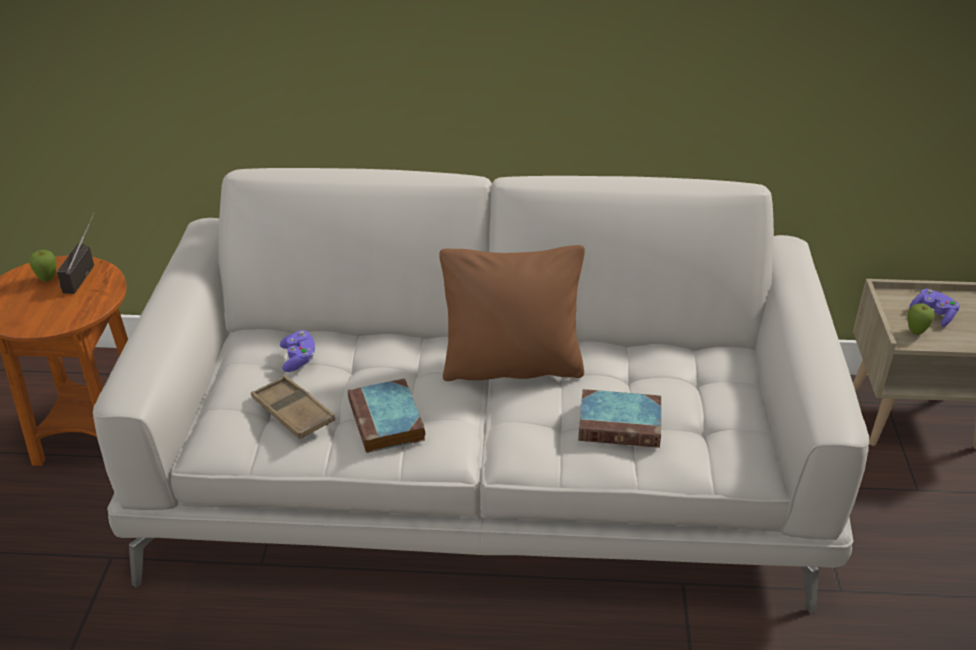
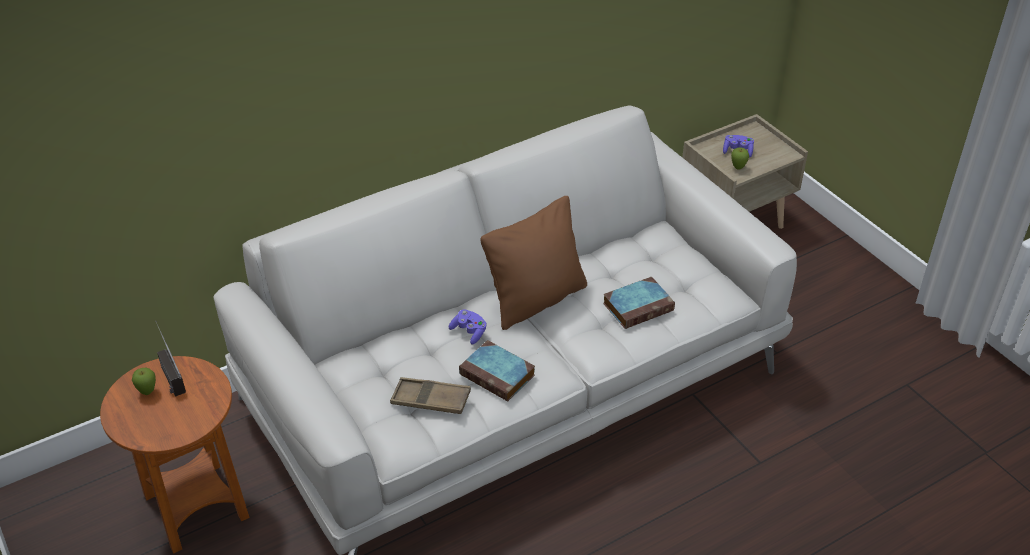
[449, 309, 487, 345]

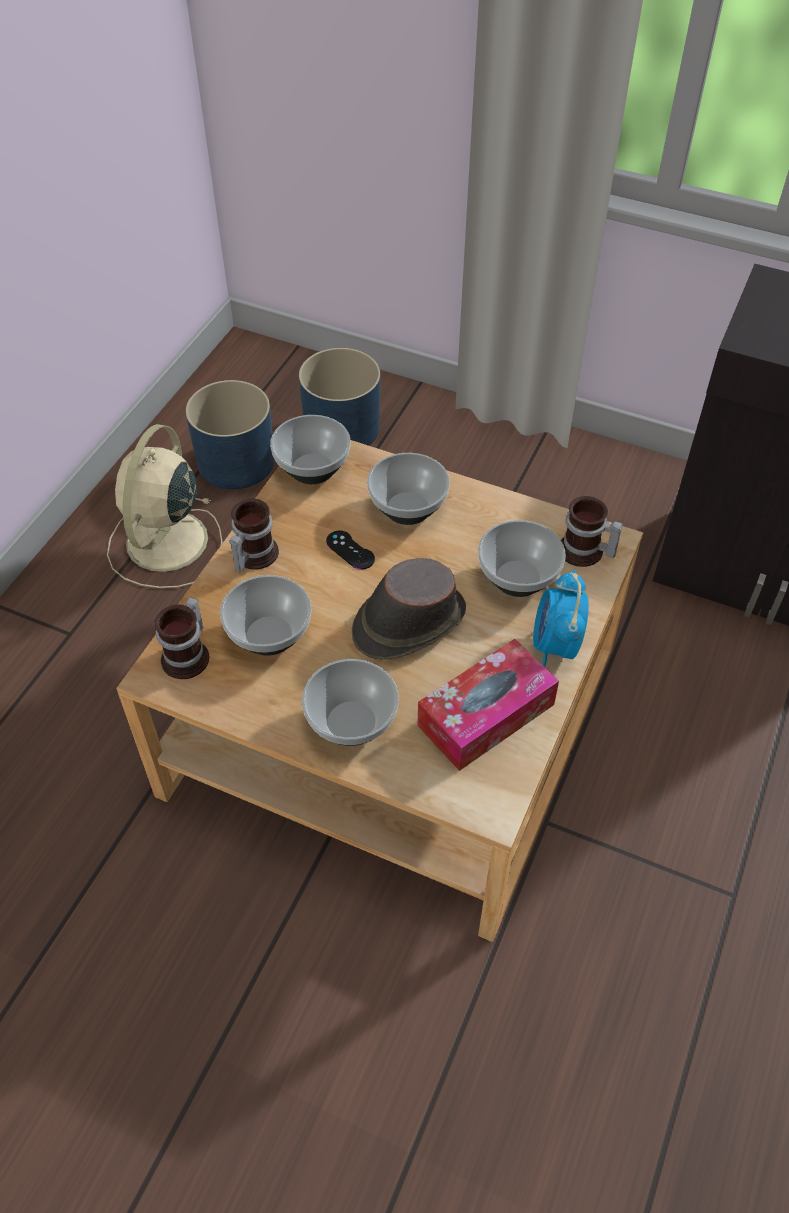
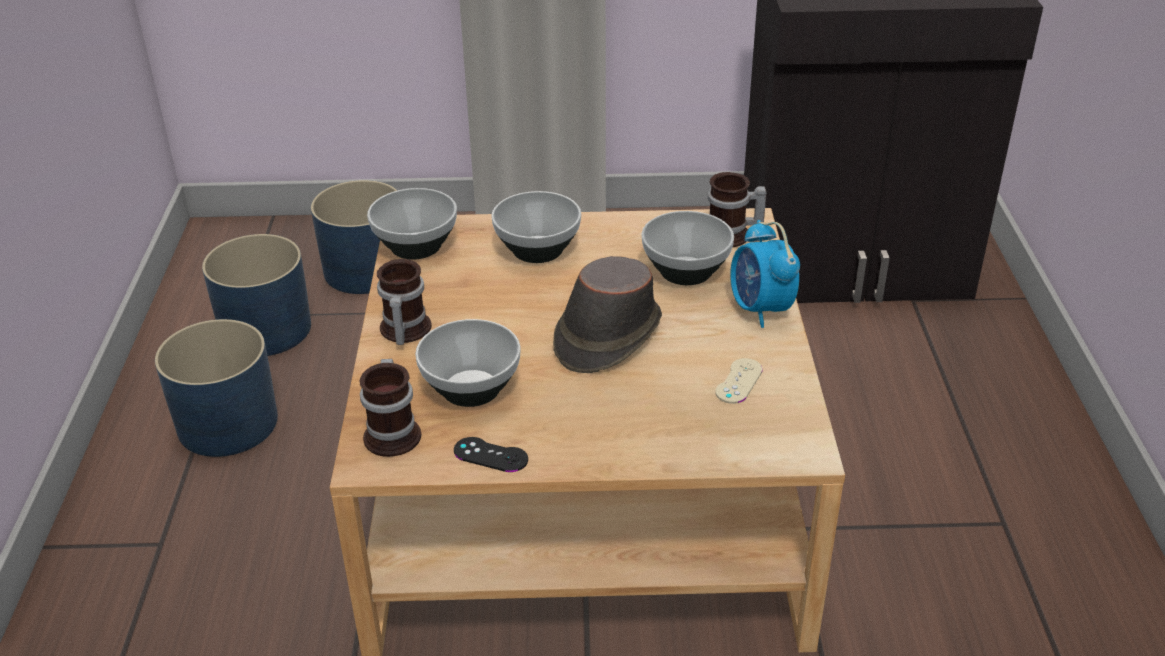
[155, 319, 278, 457]
[454, 437, 528, 472]
[715, 358, 763, 404]
[302, 659, 399, 746] (first image)

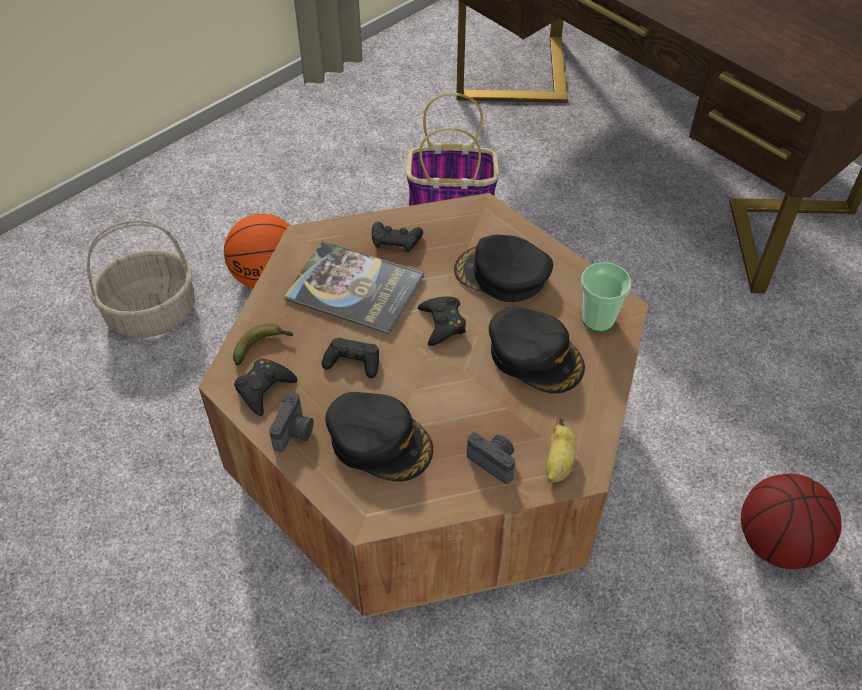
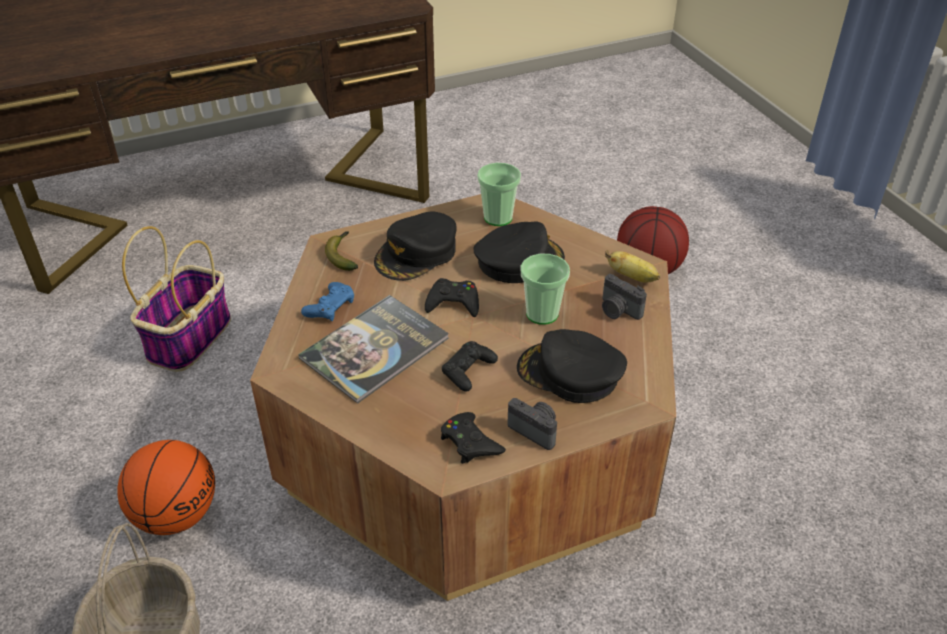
[301, 282, 354, 321]
[325, 231, 358, 271]
[517, 329, 627, 403]
[521, 254, 570, 325]
[602, 274, 647, 320]

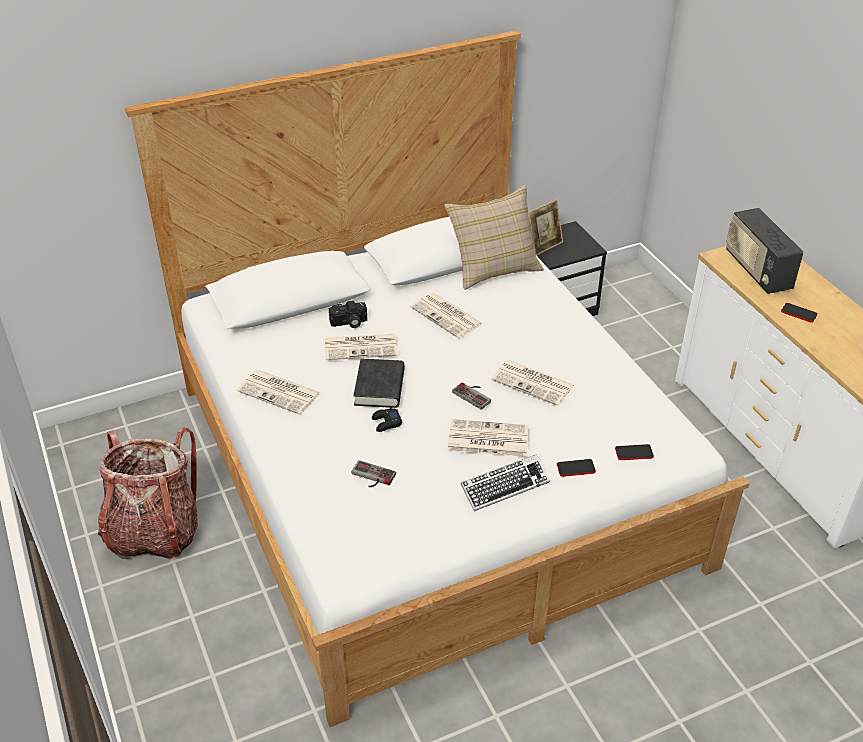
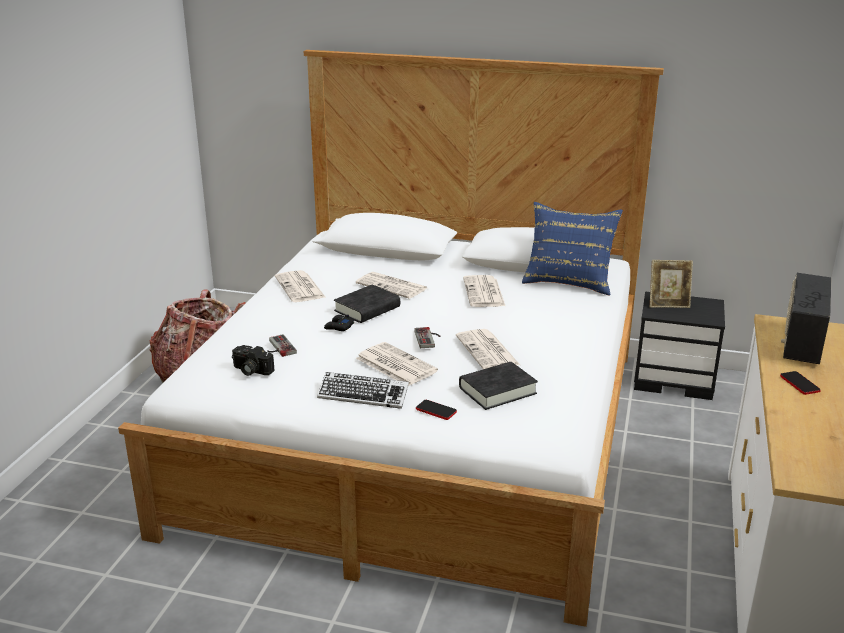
[232, 345, 275, 376]
[459, 362, 538, 410]
[522, 202, 623, 295]
[615, 444, 654, 460] (first image)

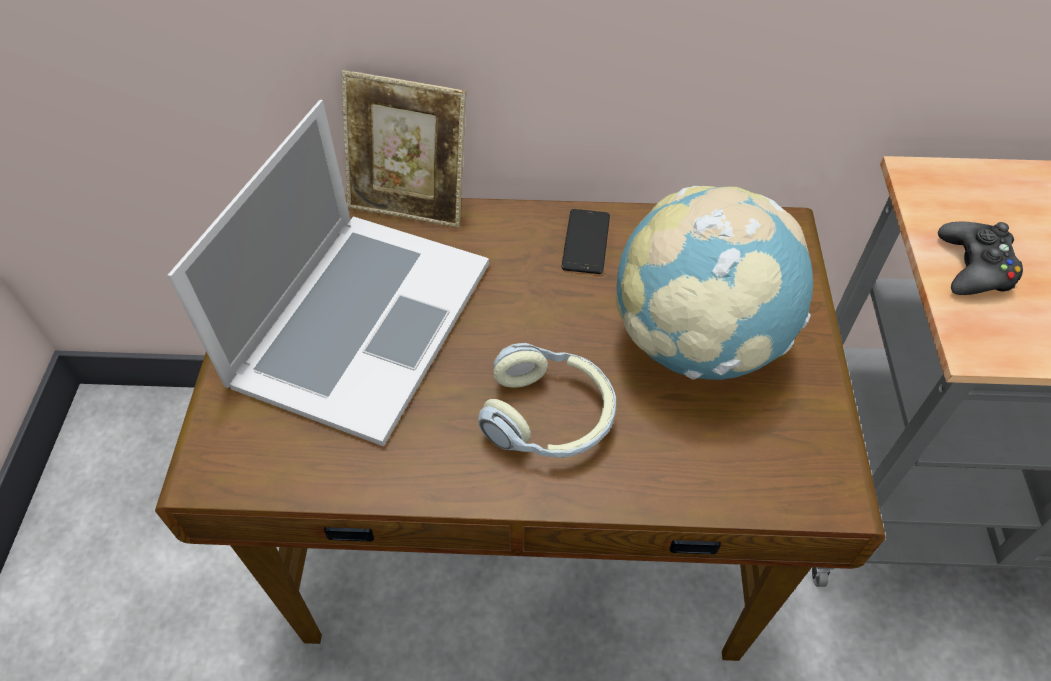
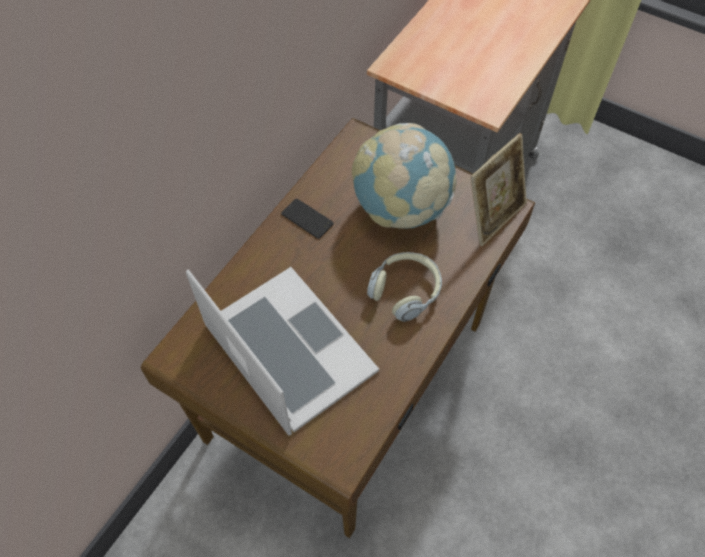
[470, 133, 527, 246]
[938, 222, 1023, 295] (first image)

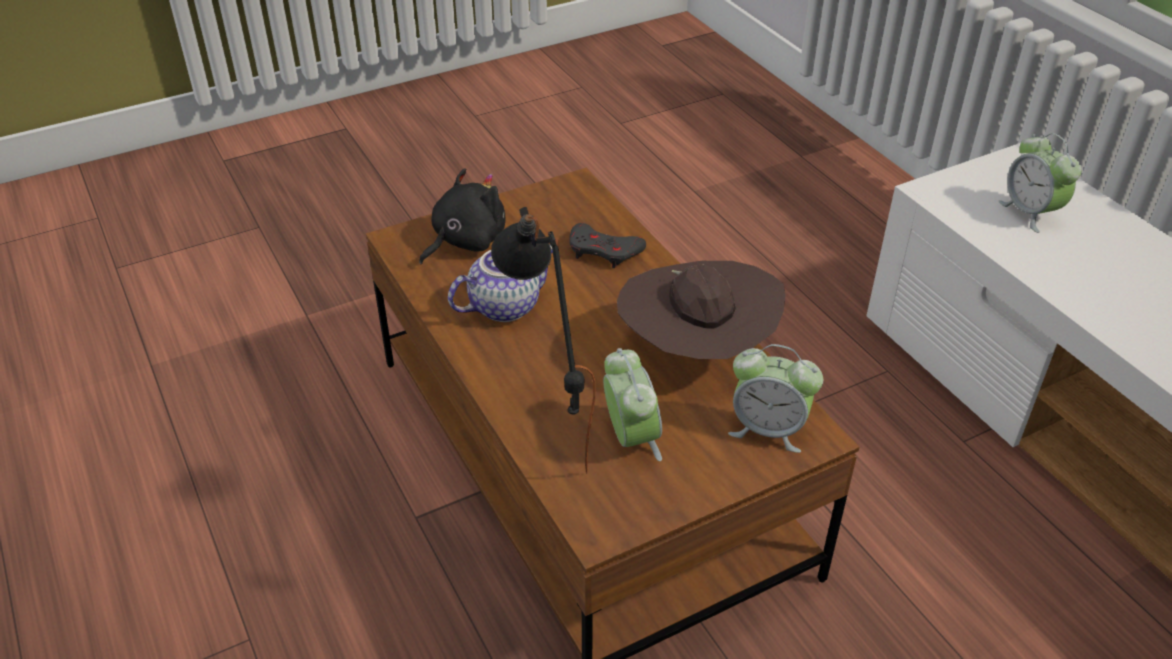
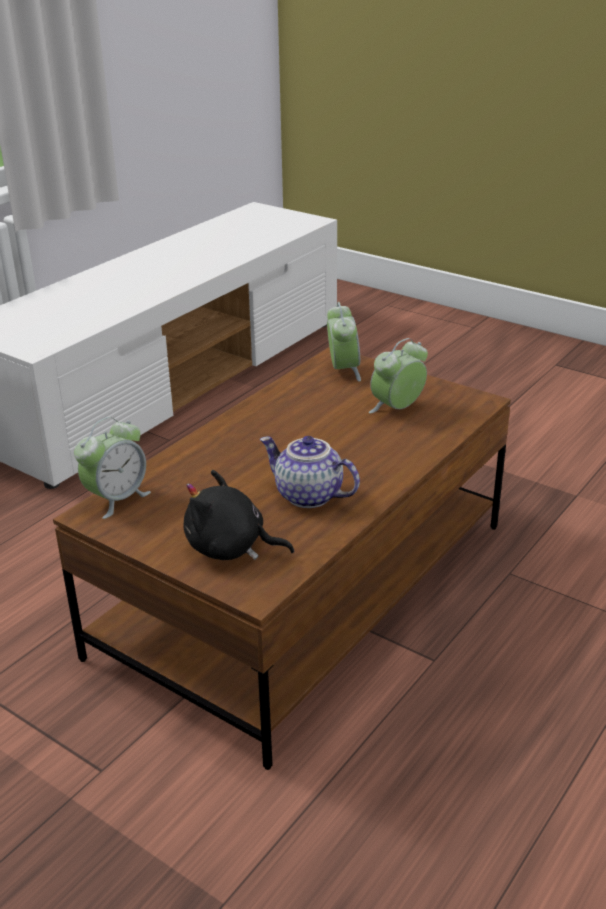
[74, 417, 151, 519]
[491, 207, 596, 473] (first image)
[569, 223, 646, 268] (first image)
[617, 261, 785, 359] (first image)

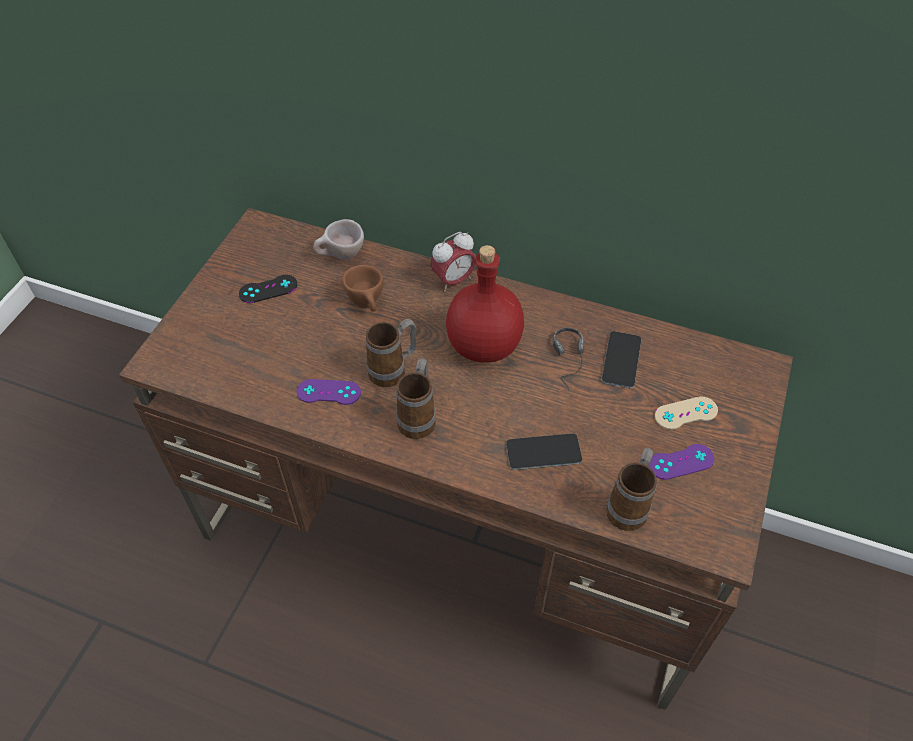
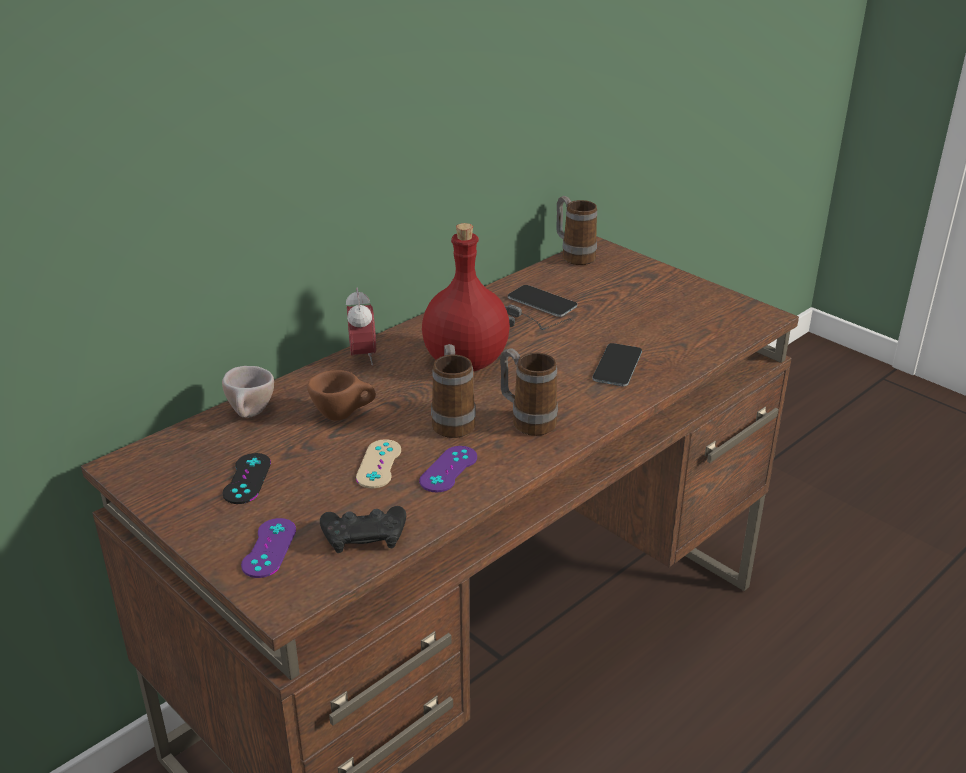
[241, 518, 296, 578]
[320, 506, 406, 553]
[356, 439, 401, 488]
[556, 196, 597, 265]

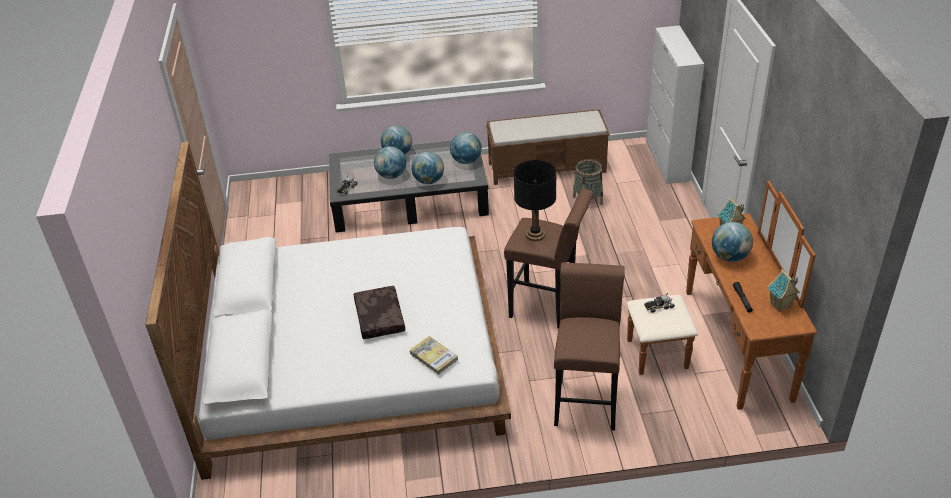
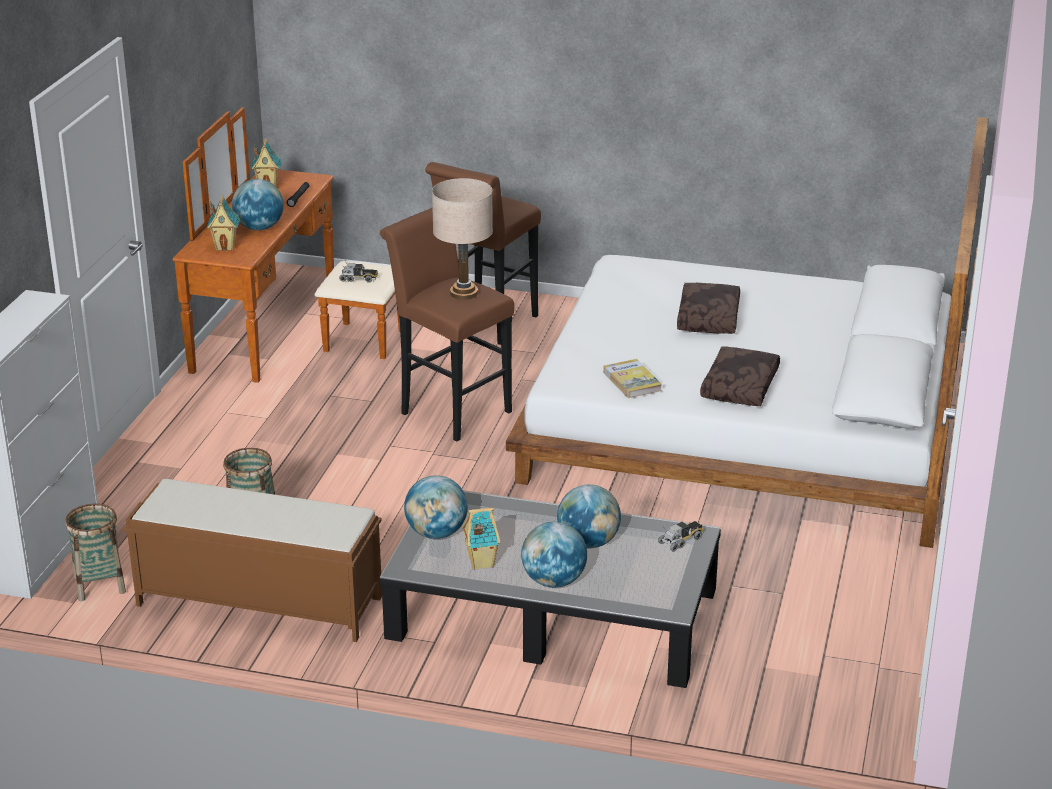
[65, 504, 126, 601]
[432, 178, 493, 300]
[462, 507, 500, 570]
[603, 359, 662, 398]
[700, 346, 780, 406]
[411, 152, 444, 184] (first image)

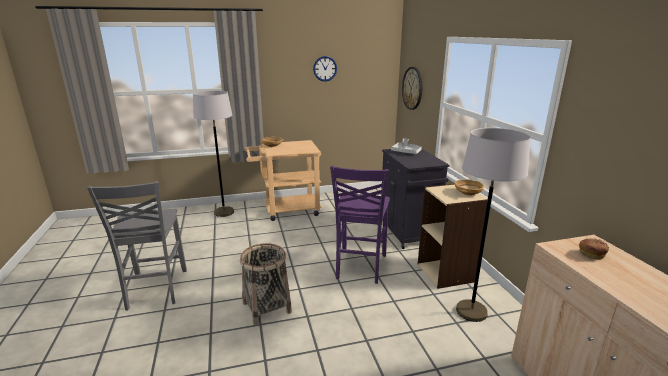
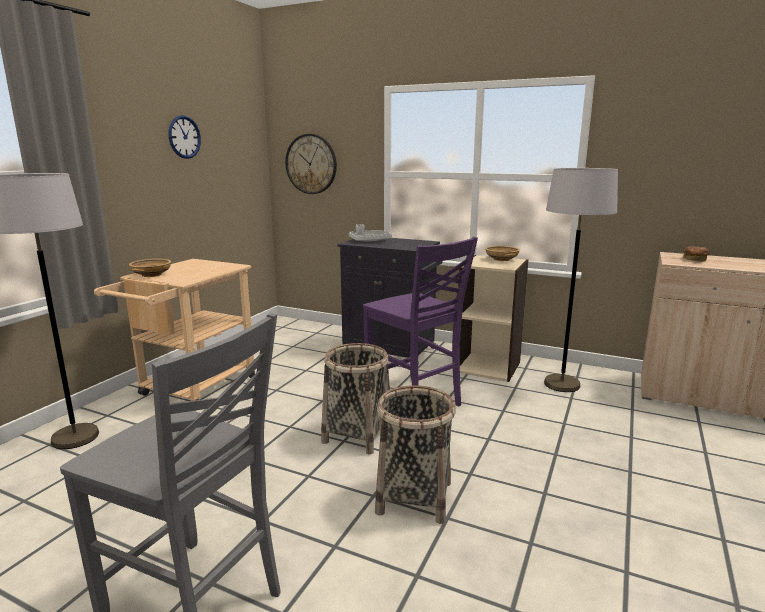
[321, 343, 390, 454]

